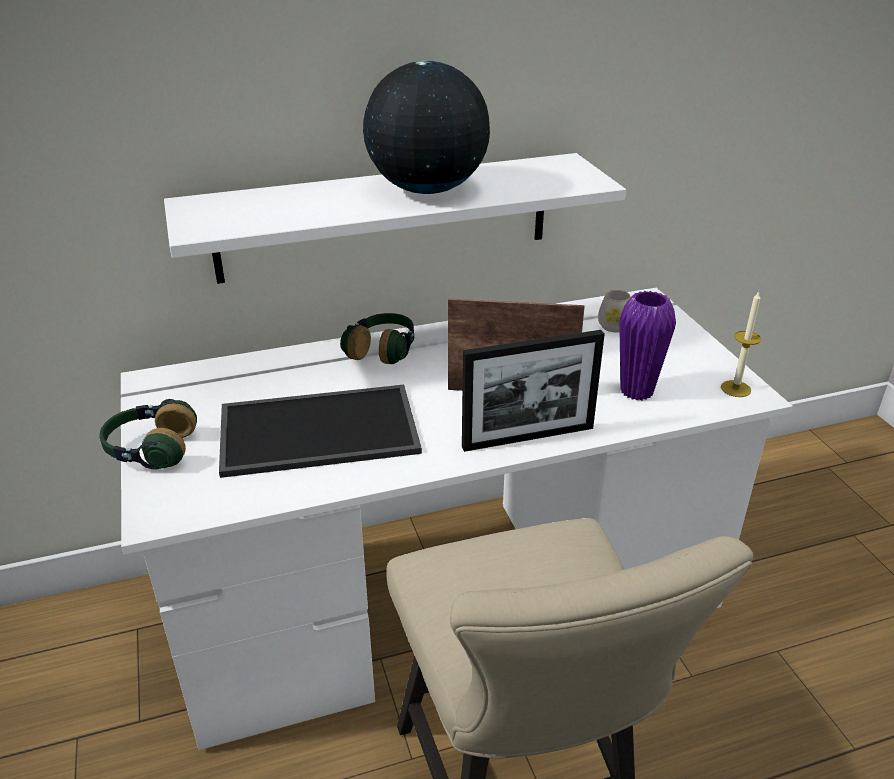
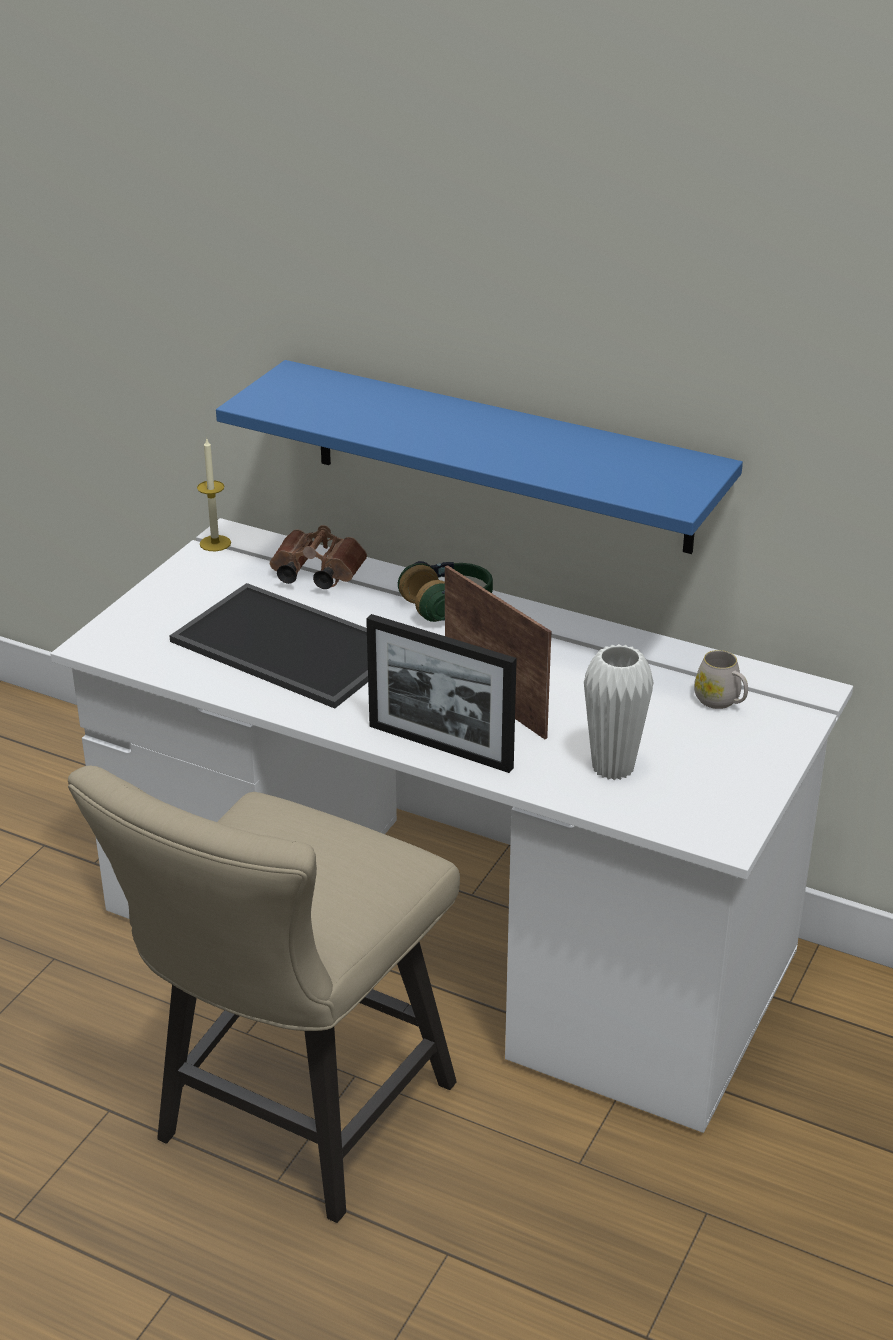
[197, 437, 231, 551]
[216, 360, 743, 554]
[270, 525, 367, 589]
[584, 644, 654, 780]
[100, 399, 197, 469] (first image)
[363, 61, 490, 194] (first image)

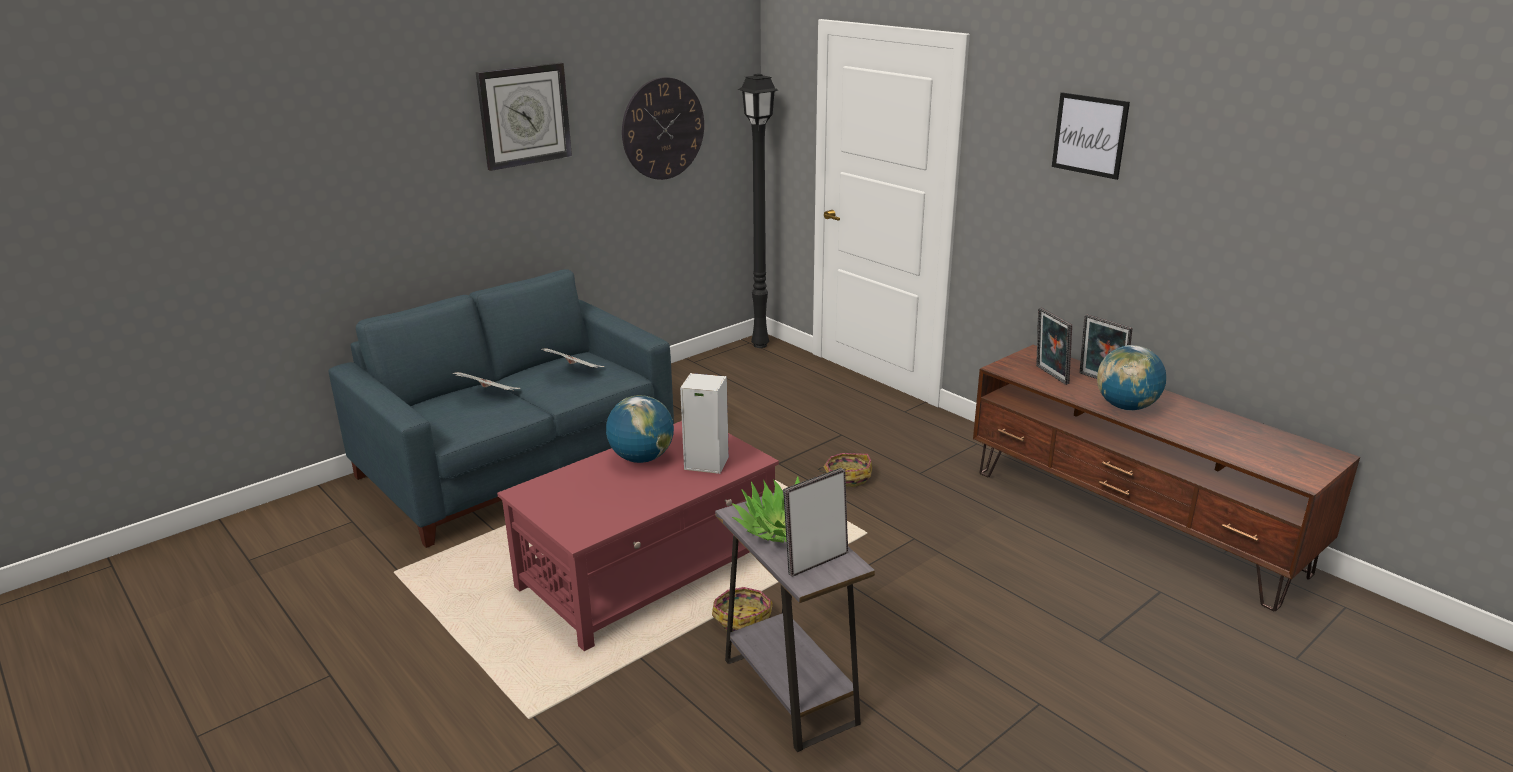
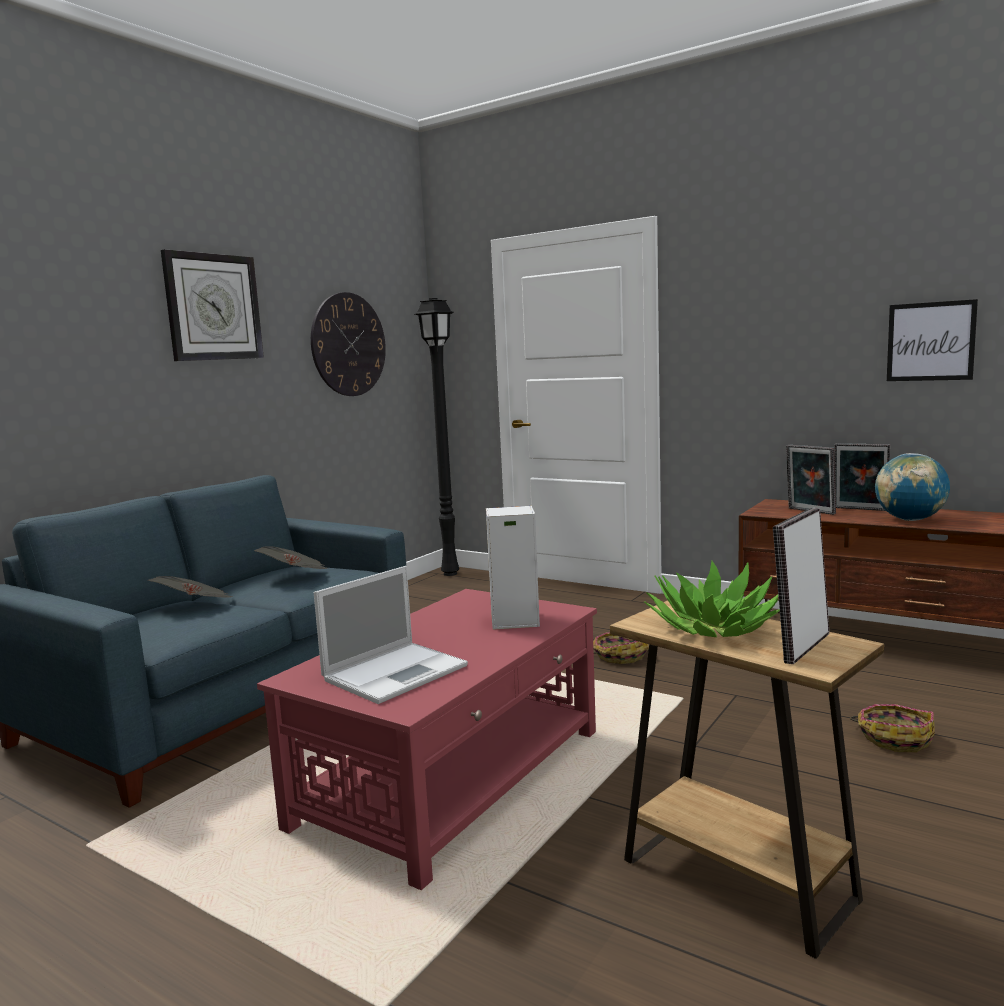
[314, 566, 468, 704]
[610, 600, 884, 959]
[850, 704, 935, 752]
[887, 299, 978, 381]
[606, 395, 674, 463] (first image)

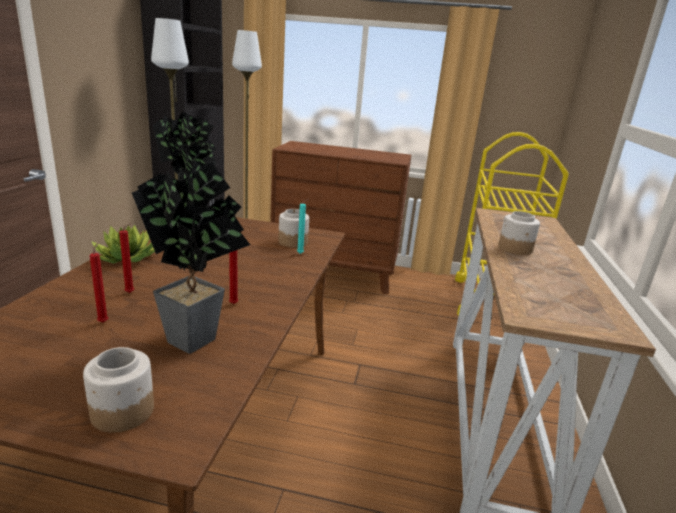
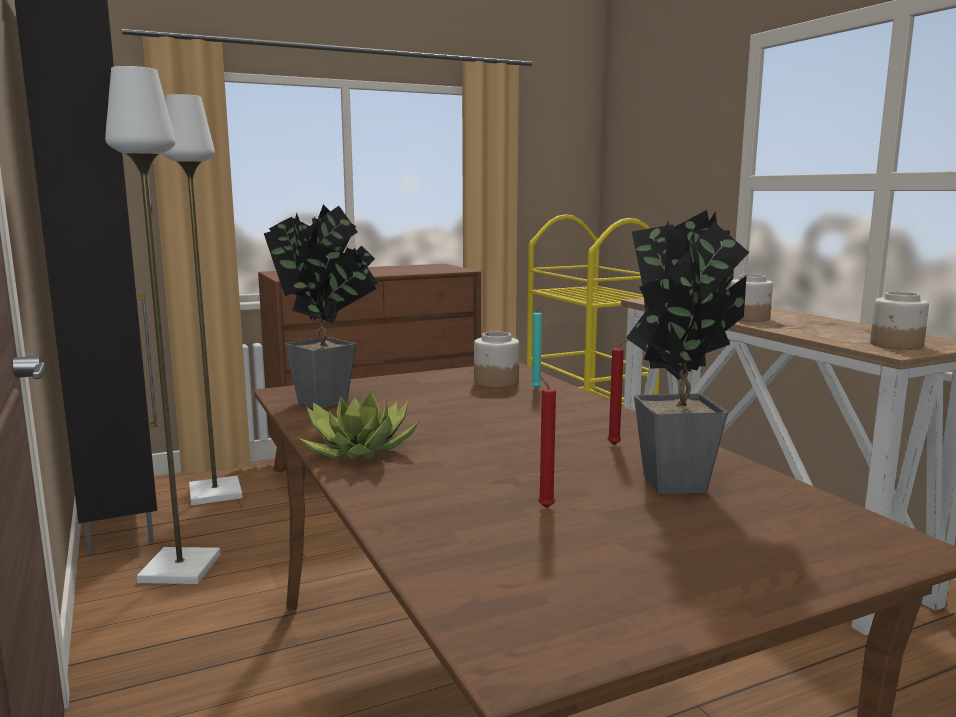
[870, 292, 929, 350]
[119, 223, 134, 293] (first image)

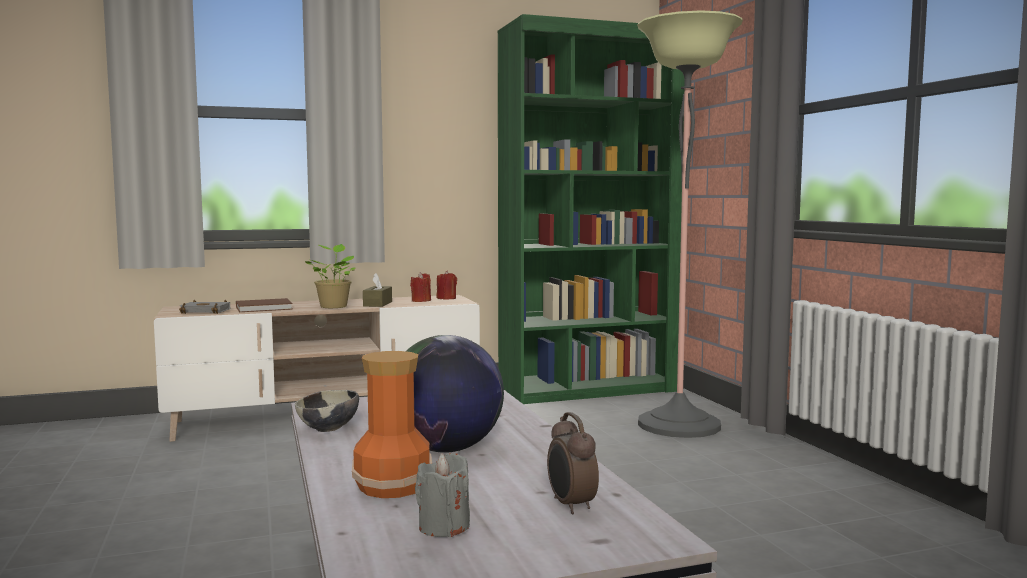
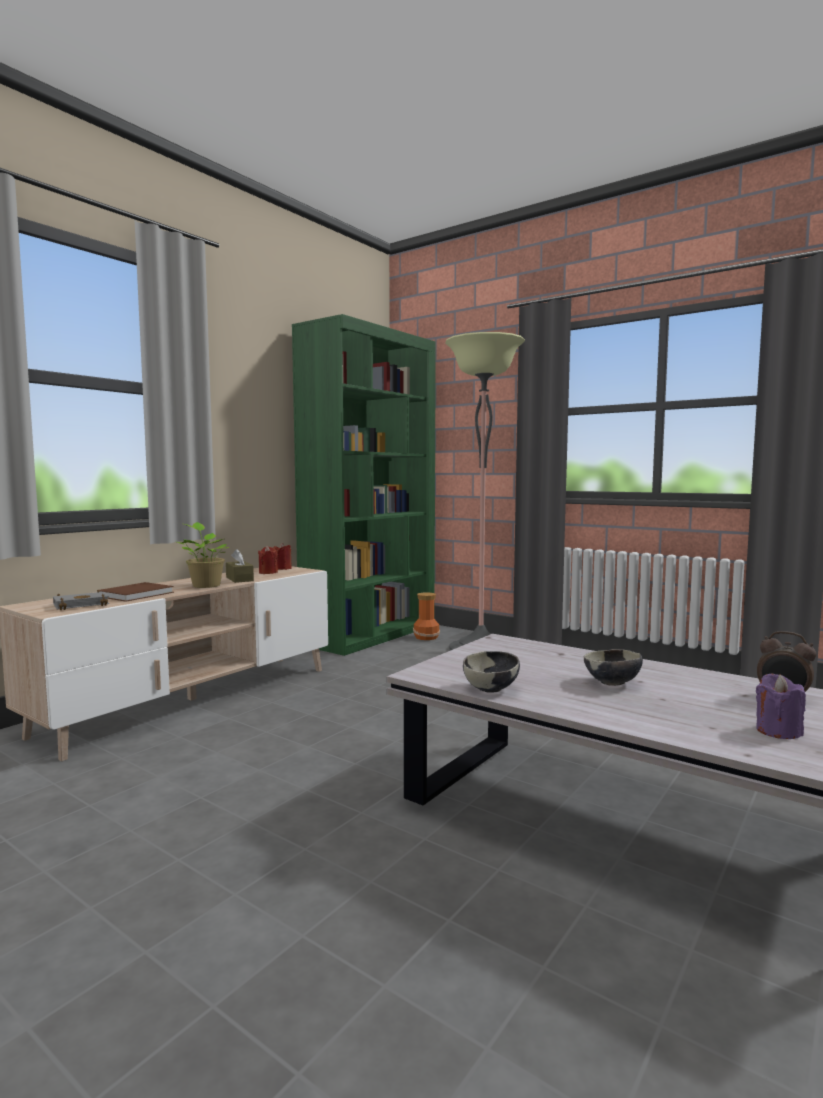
[413, 592, 440, 640]
[584, 649, 643, 686]
[756, 673, 806, 739]

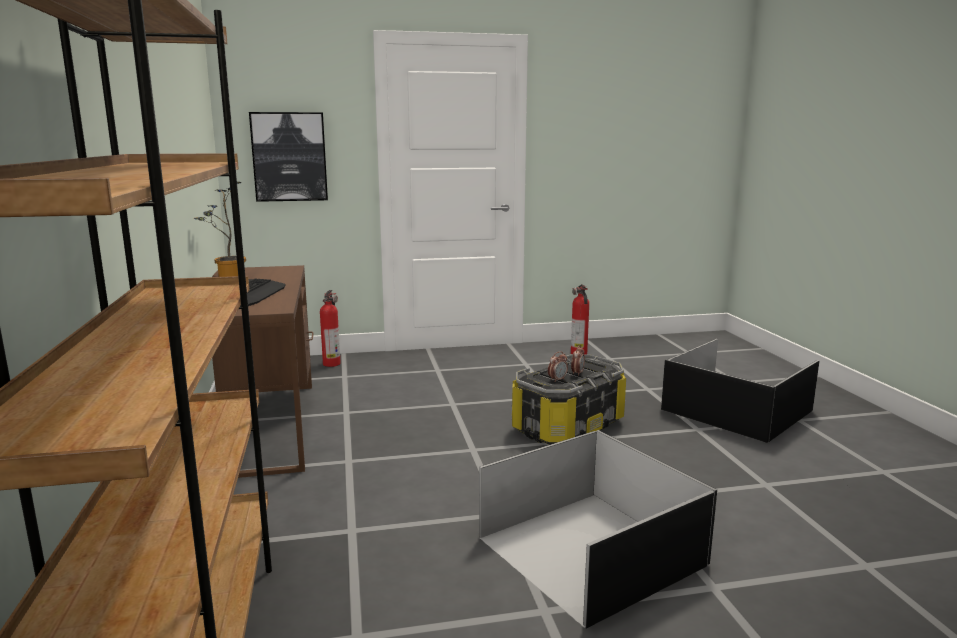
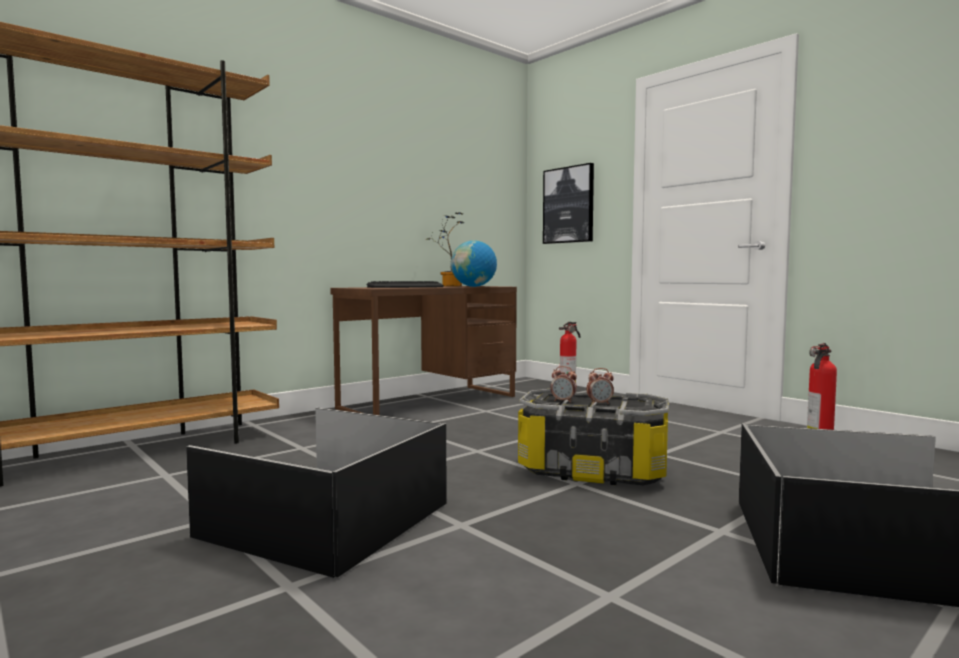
[451, 240, 497, 287]

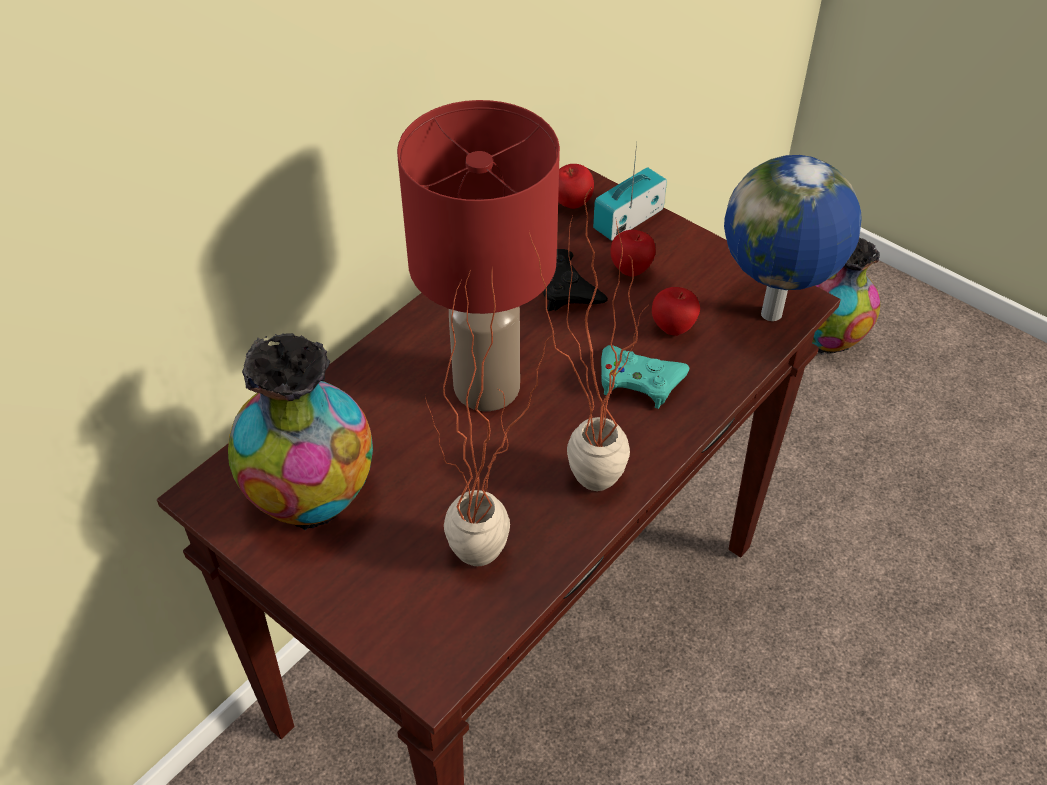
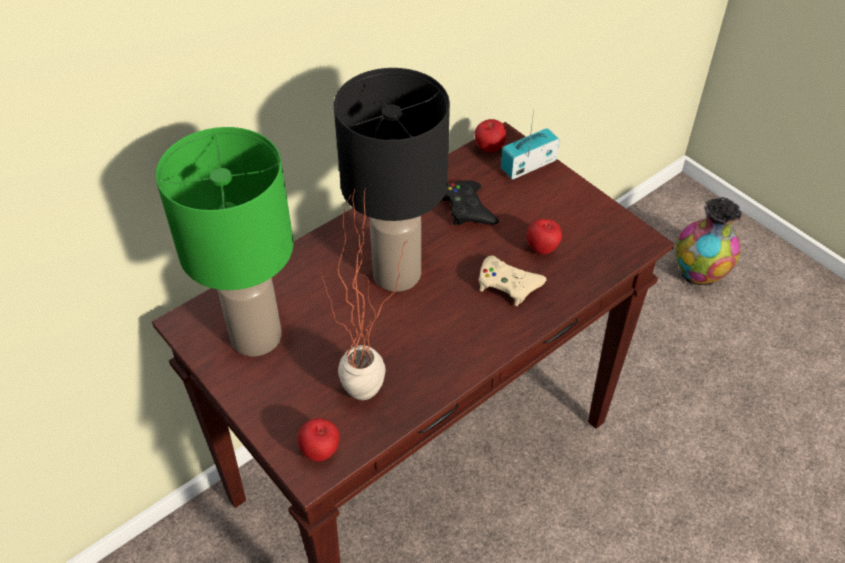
[155, 127, 293, 356]
[298, 418, 340, 461]
[334, 68, 450, 292]
[479, 255, 547, 306]
[529, 186, 648, 491] (first image)
[724, 155, 862, 321] (first image)

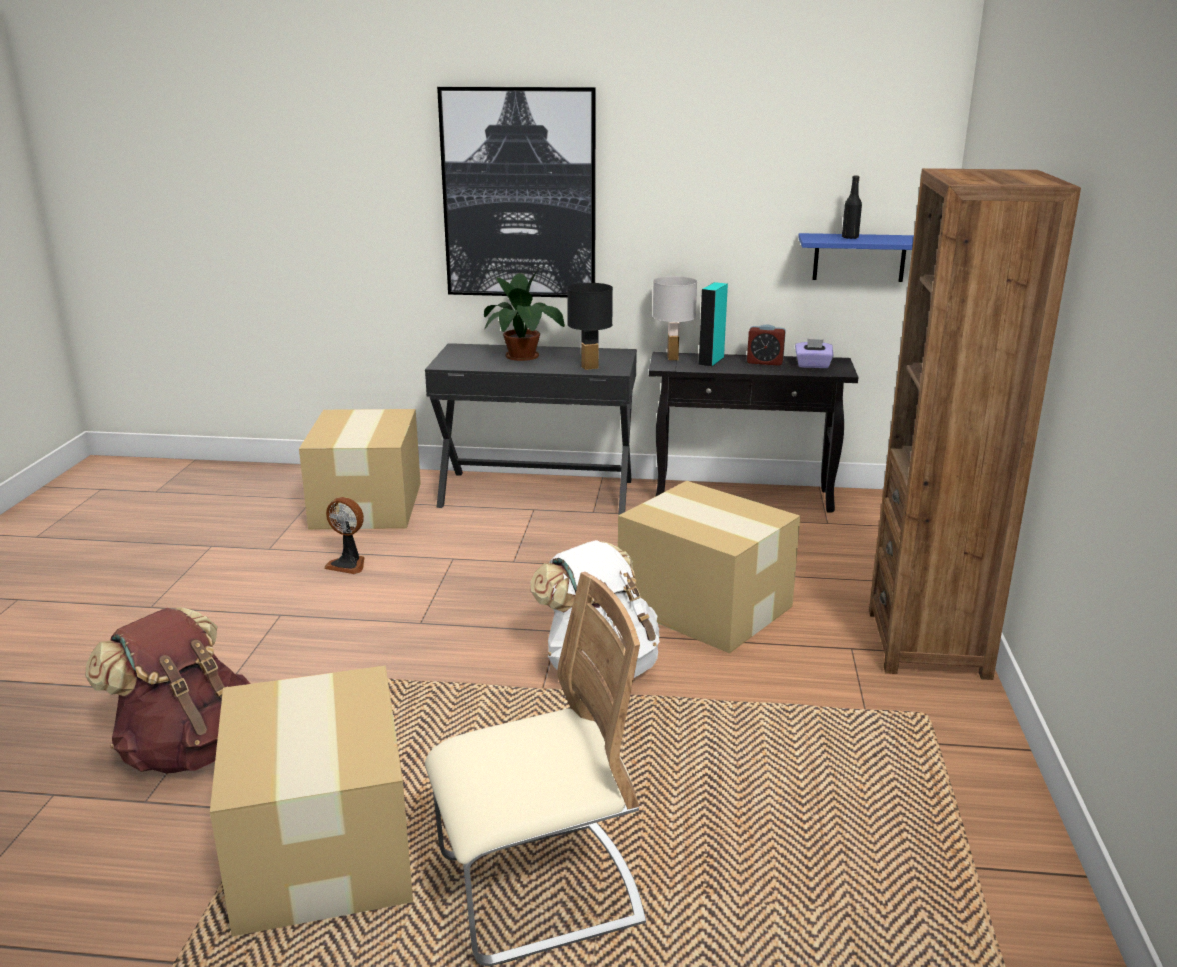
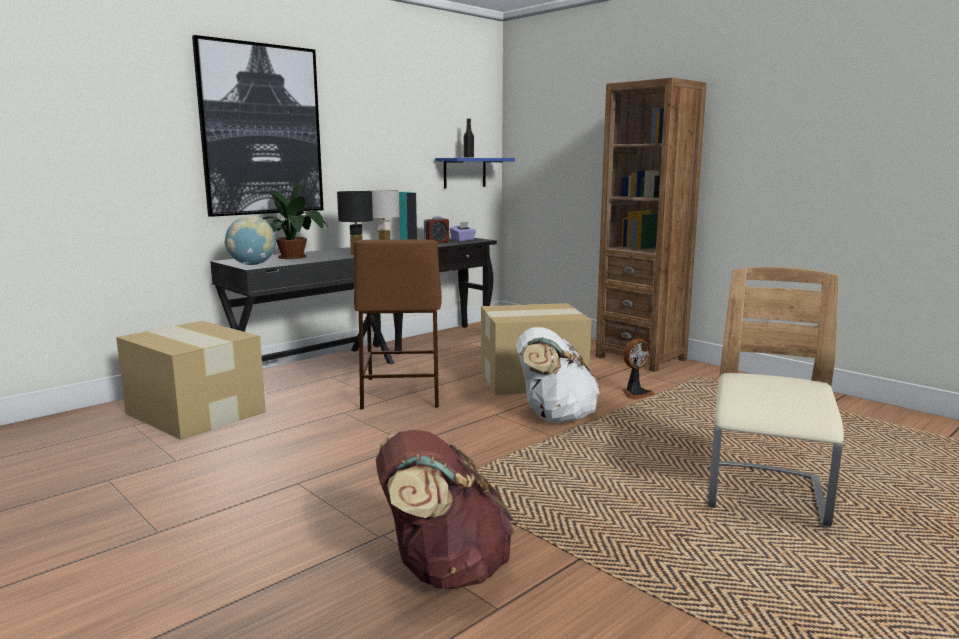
[224, 215, 276, 265]
[354, 239, 442, 409]
[623, 339, 655, 400]
[210, 665, 413, 936] (first image)

